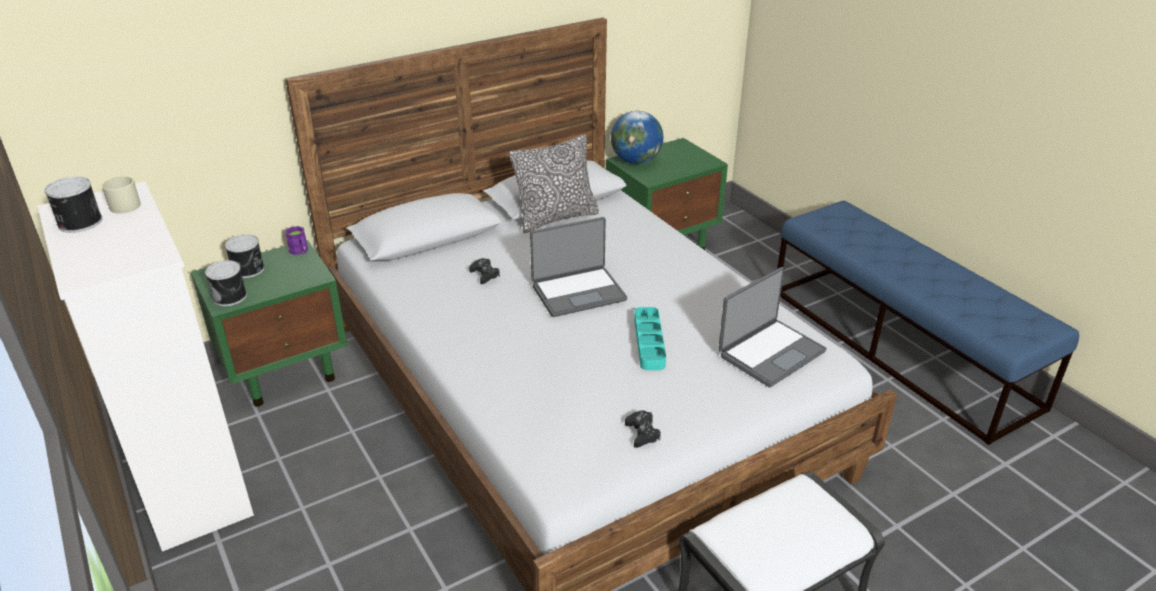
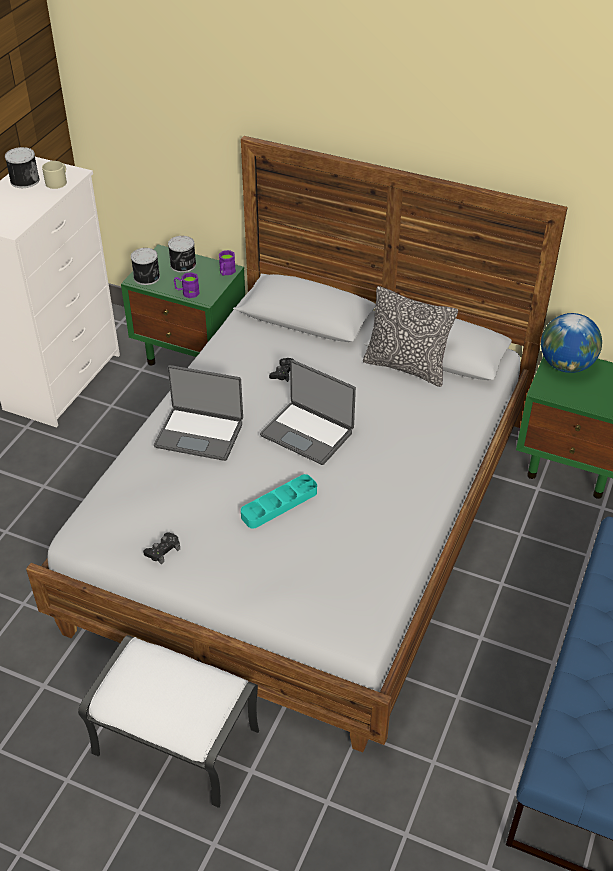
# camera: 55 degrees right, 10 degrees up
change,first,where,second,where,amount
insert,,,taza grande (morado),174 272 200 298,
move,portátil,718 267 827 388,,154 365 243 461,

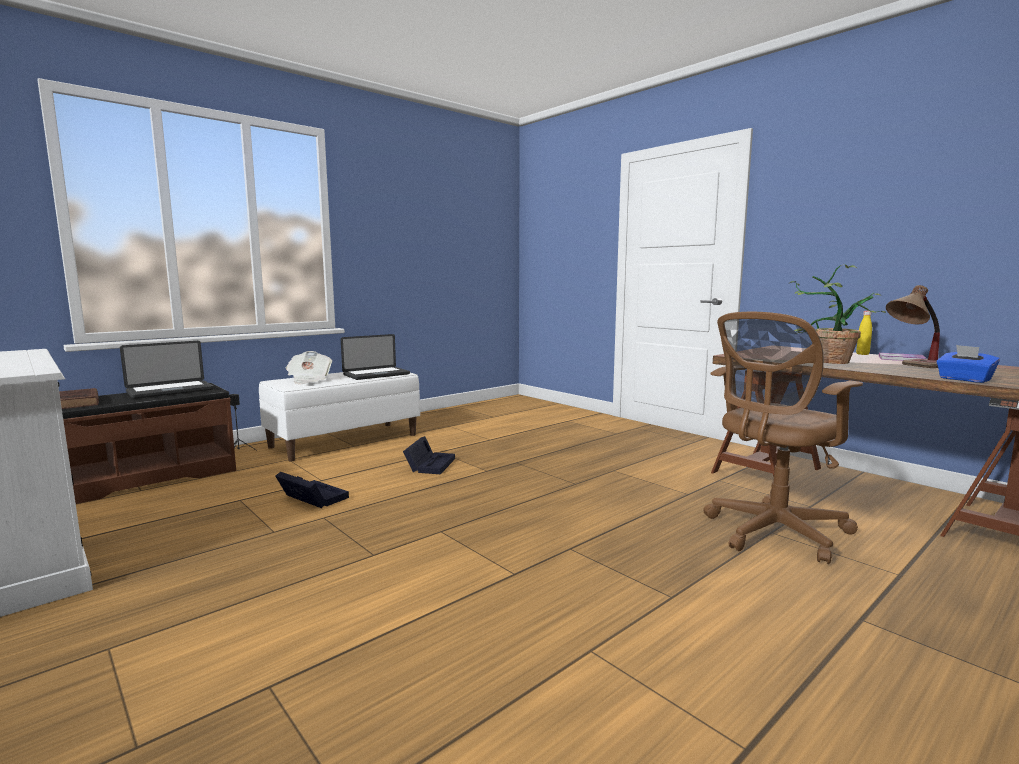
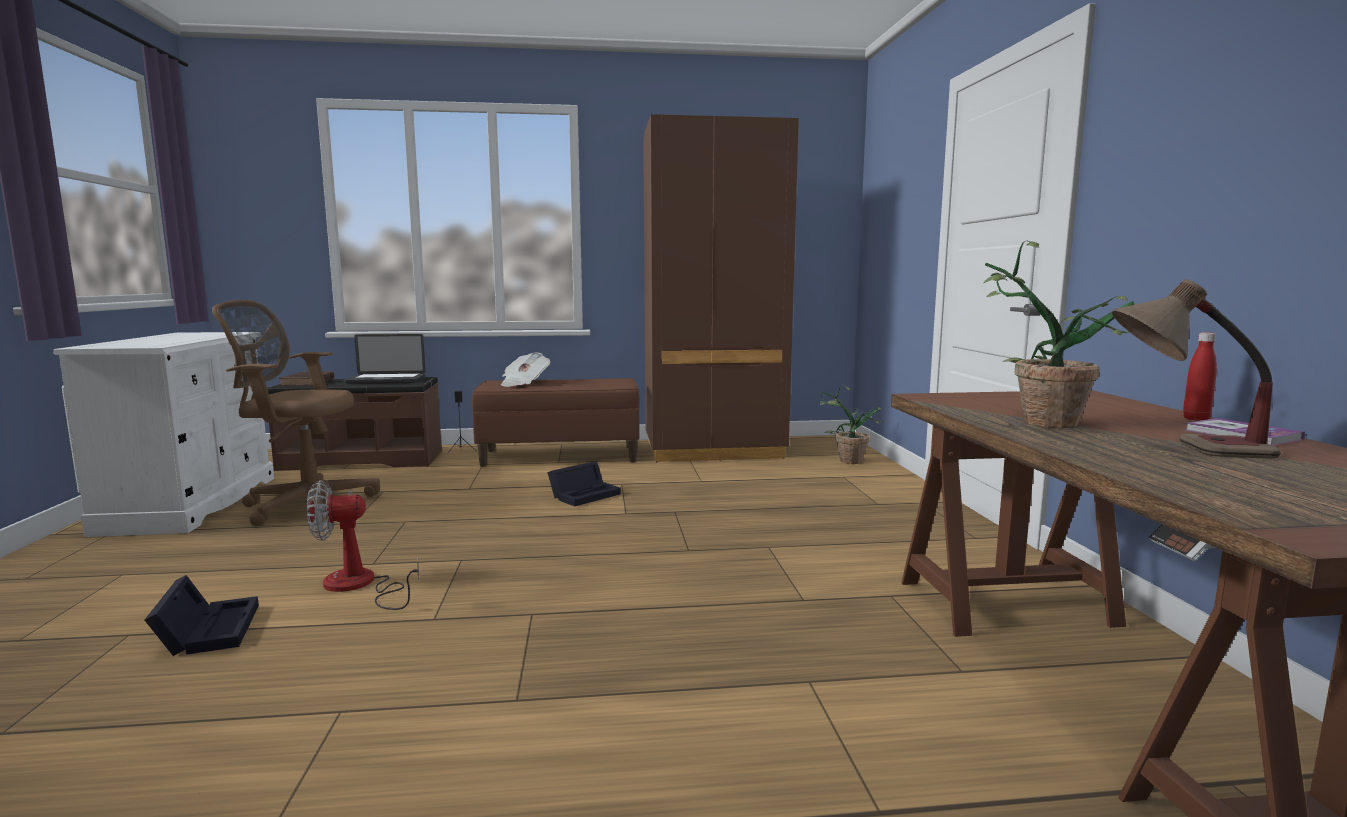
# camera: 35 degrees right, 0 degrees up
change,first,where,second,where,amount
delete,portátil,341 334 410 380,,,
delete,caja de pañuelos (azul),936 345 1000 383,,,
insert,,,ventilador,307 480 419 610,
insert,,,armario ropero (marrón),643 114 799 462,
insert,,,planta en maceta,818 385 889 464,
move,caja de almacenaje (negro),275 472 349 508,,145 575 259 656,
move,silla de oficina (marrón),704 312 863 564,,212 300 380 526,
recolor,banco (blanco),259 372 420 462,banco (marrón),472 378 640 467,
recolor,botella (amarillo),856 311 872 355,botella (rojo),1183 333 1217 421,

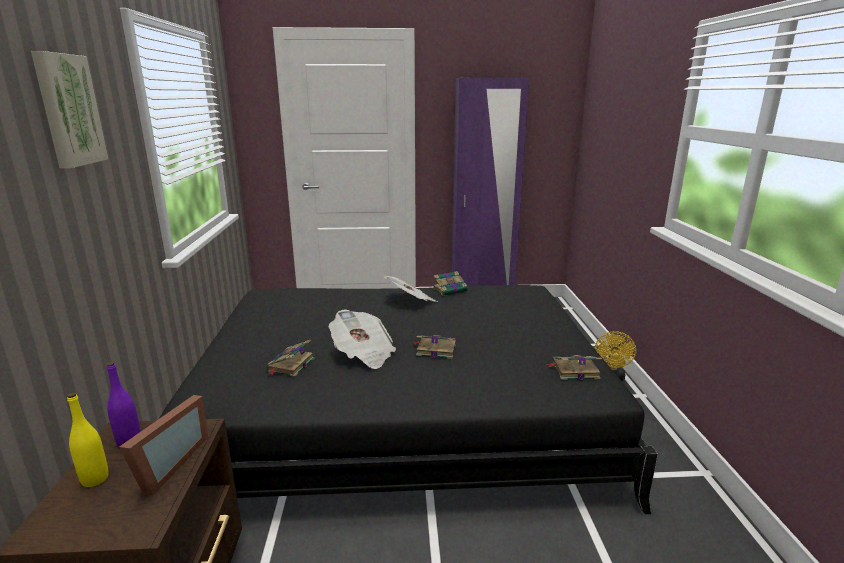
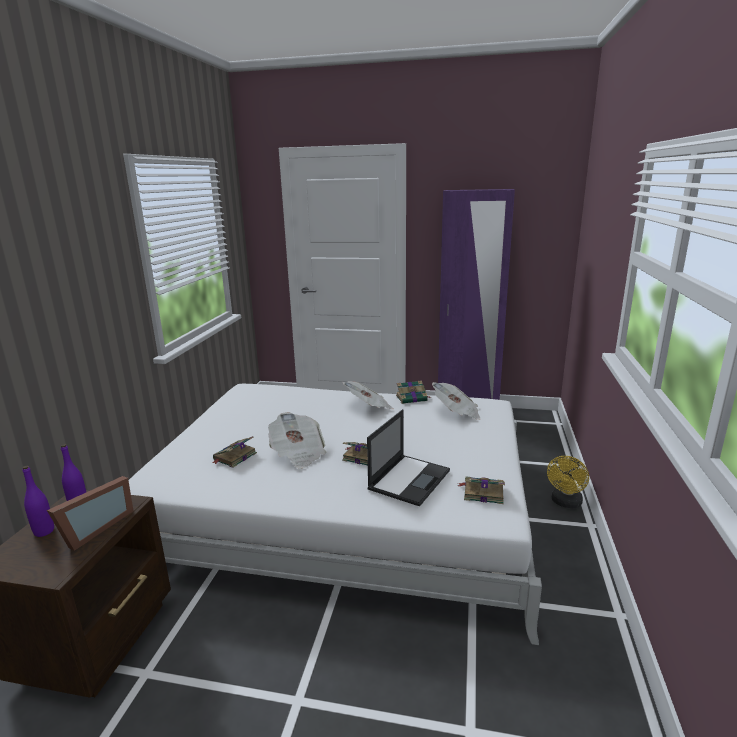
# camera: 15 degrees right, 0 degrees up
change,first,where,second,where,amount
delete,cuadro,31 51 108 169,,,
insert,,,portátil,367 409 450 506,
insert,,,periódico,432 382 481 420,
recolor,botella (amarillo),67 393 109 487,botella (morado),22 466 54 537,
recolor,cama (negro),159 285 658 514,cama (blanco),129 384 542 645,

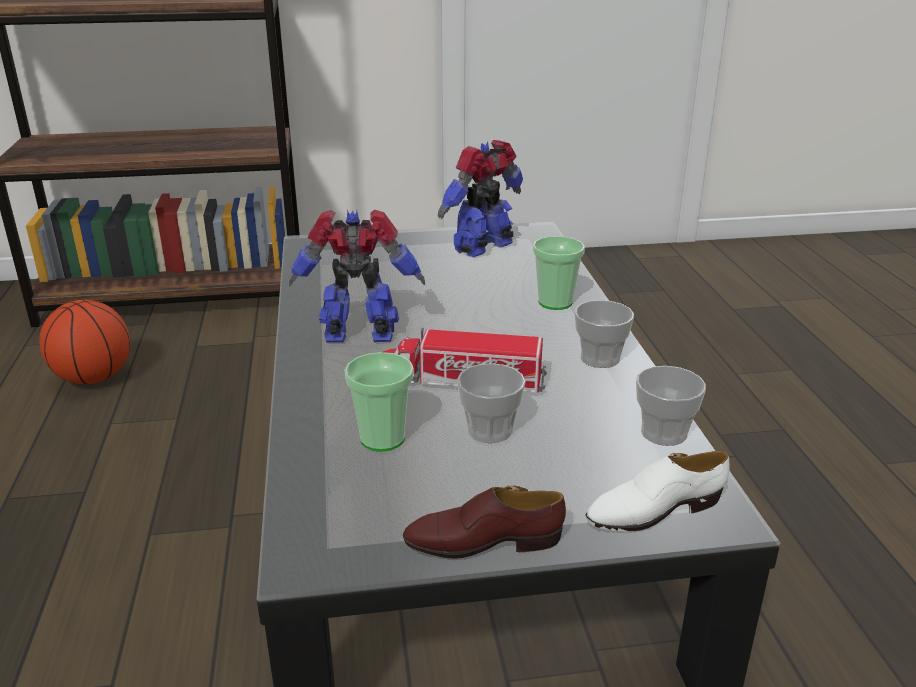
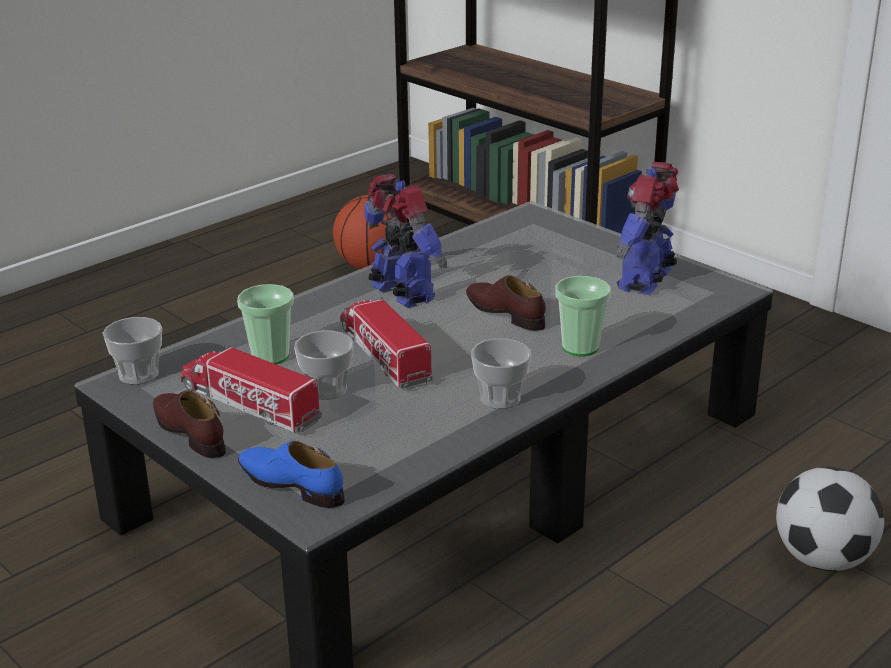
# camera: 55 degrees right, 0 degrees up
change,first,where,second,where,amount
insert,,,camión de juguete,181 345 322 433,
insert,,,zapato (marrón),466 275 546 331,
insert,,,balón de fútbol,776 467 884 571,
move,taza,636 366 706 446,,103 317 162 384,
recolor,zapato (blanco),585 451 729 531,zapato (azul),238 440 345 508,
rotate,robot de juguete,438 140 523 257,,616 162 679 295,75 degrees counterclockwise

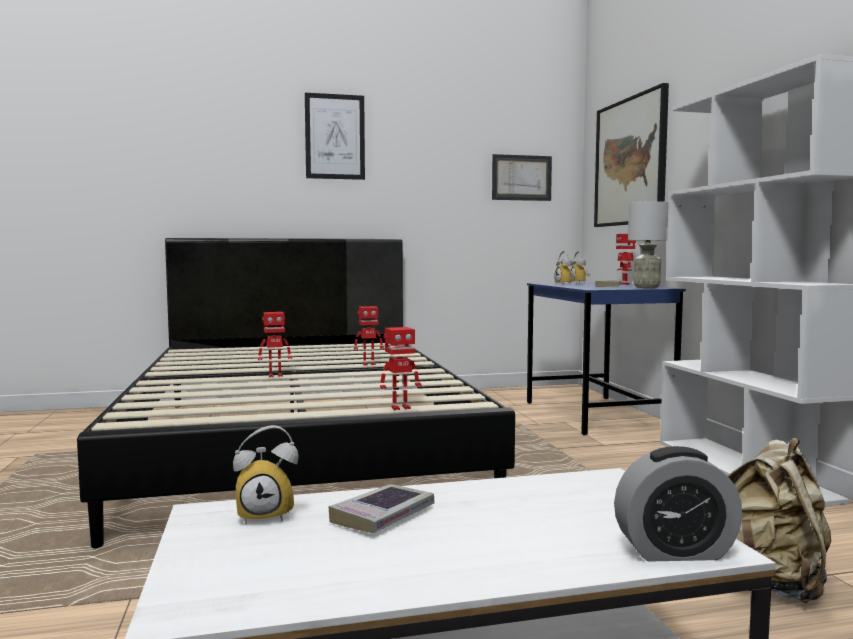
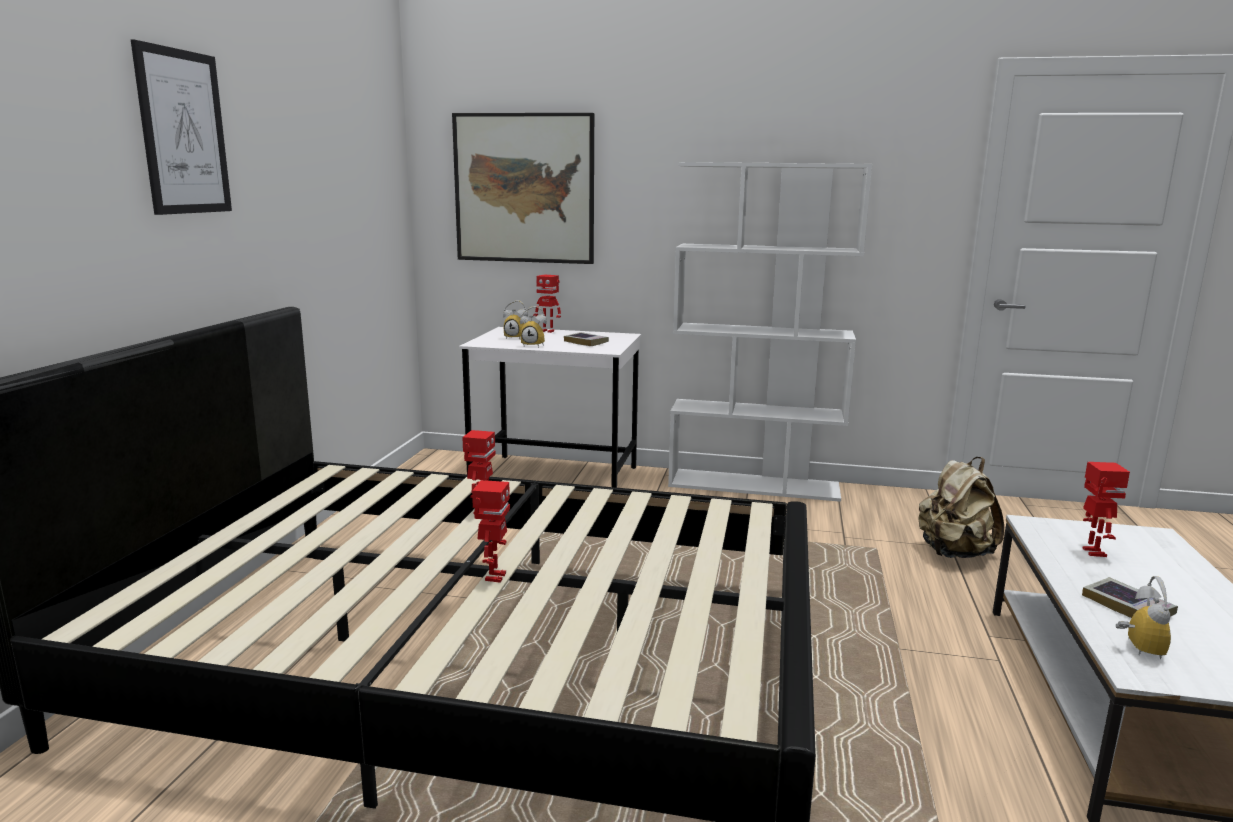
# camera: 65 degrees left, 10 degrees up
change,first,where,second,where,amount
delete,cuadro,492 154 552 201,,,
delete,despertador,614 446 742 561,,,
delete,lámpara de mesa (gris),628 201 669 288,,,
move,robot de juguete,380 327 422 410,,1082 462 1130 557,
recolor,escritorio (azul),527 282 686 436,escritorio (blanco),459 327 641 488,

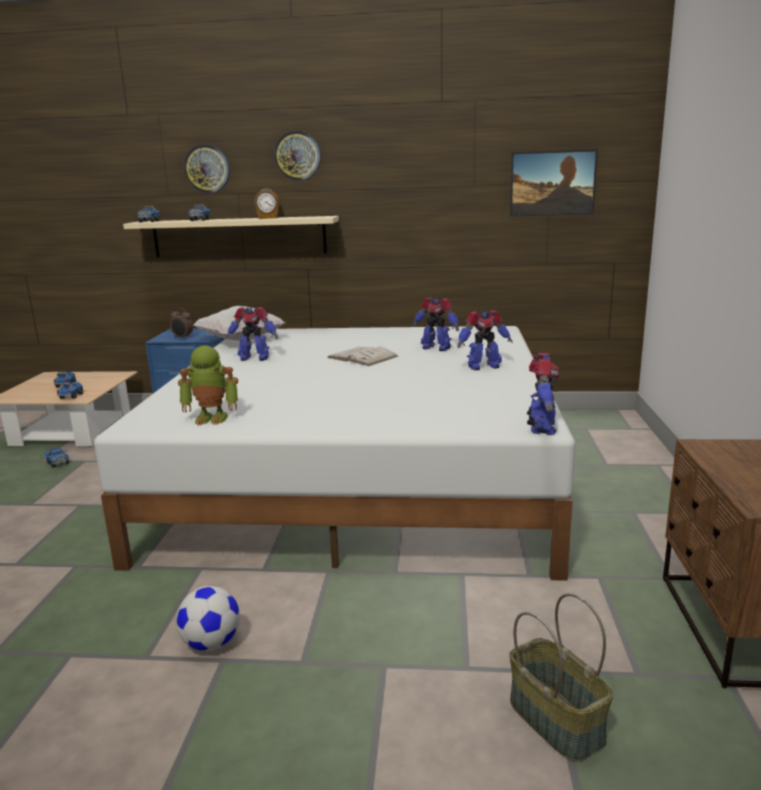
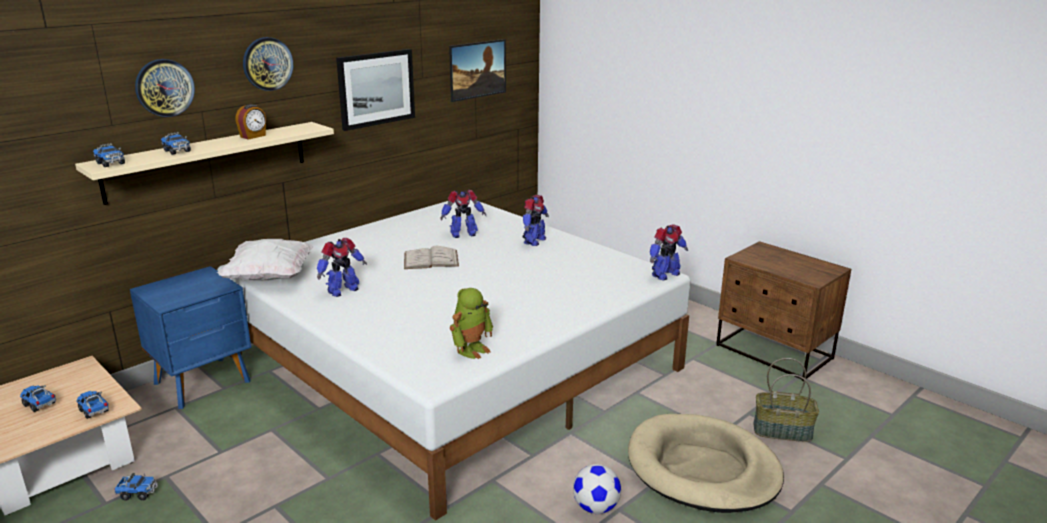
# camera: 50 degrees left, 5 degrees up
change,first,where,second,where,amount
delete,despertador,170 308 193 339,,,
insert,,,cuadro,336 49 415 131,
insert,,,cama para perro (beis),628 414 784 513,
rotate,robot de juguete,527 353 560 435,,650 224 688 280,90 degrees clockwise

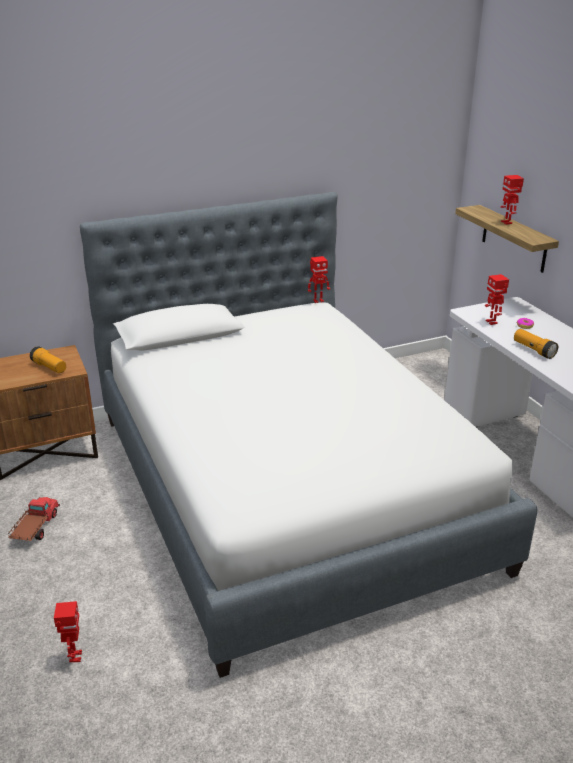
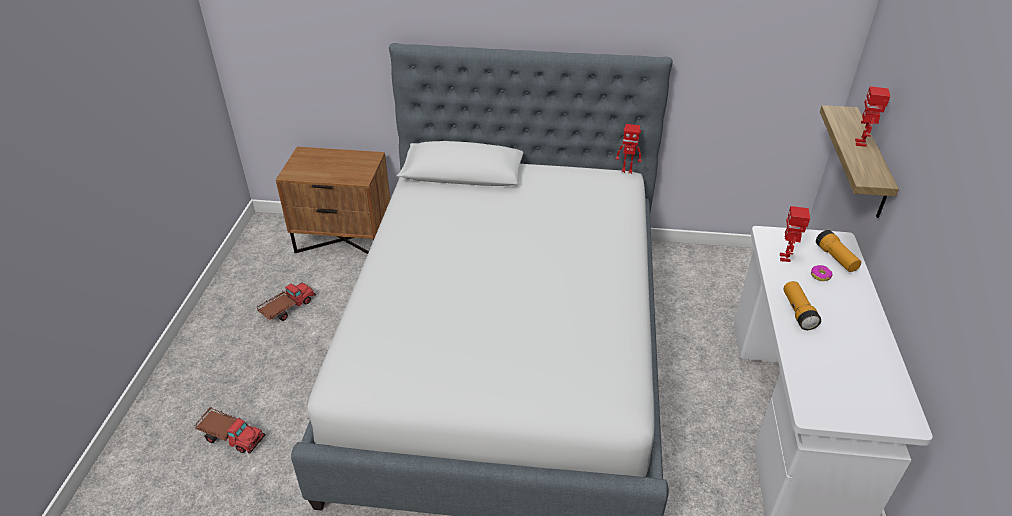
# camera: 30 degrees right, 10 degrees up
change,first,where,second,where,amount
move,linterna,30 346 66 373,,816 230 861 272,
replace,robot de juguete,54 601 82 662,camión de juguete,195 407 265 453,

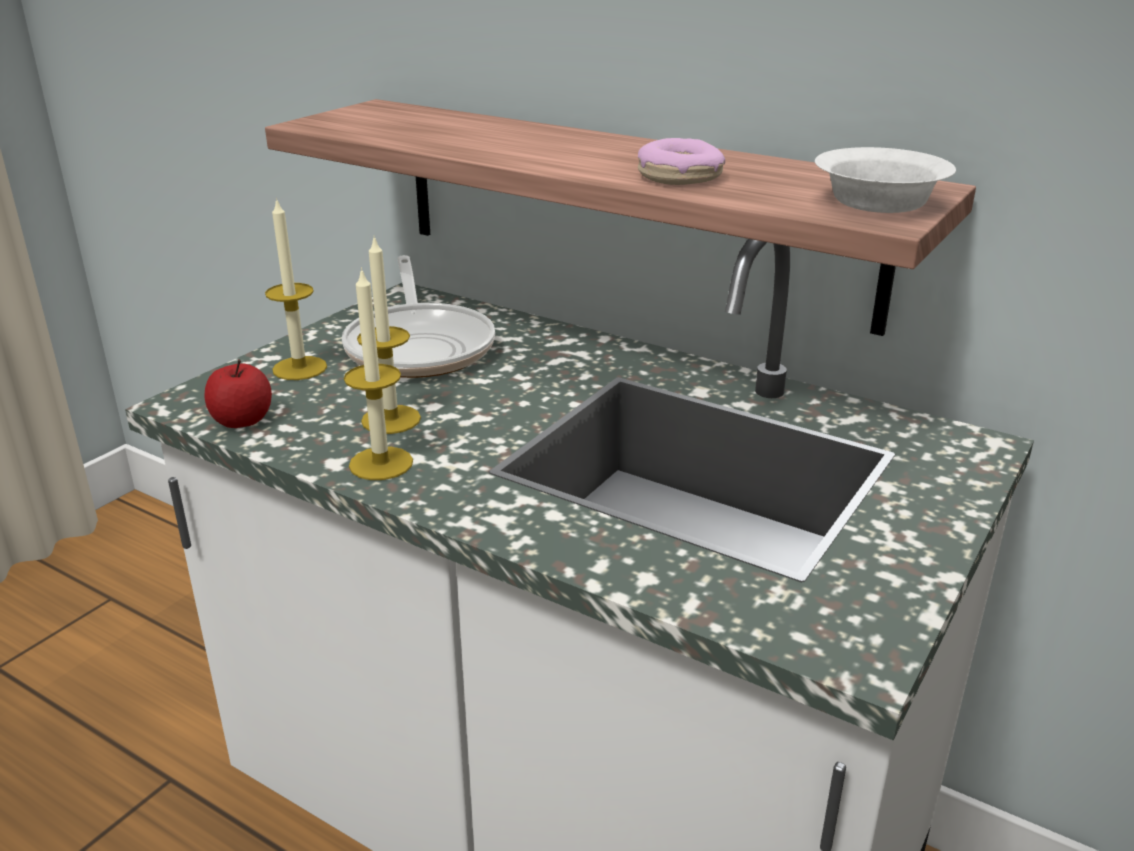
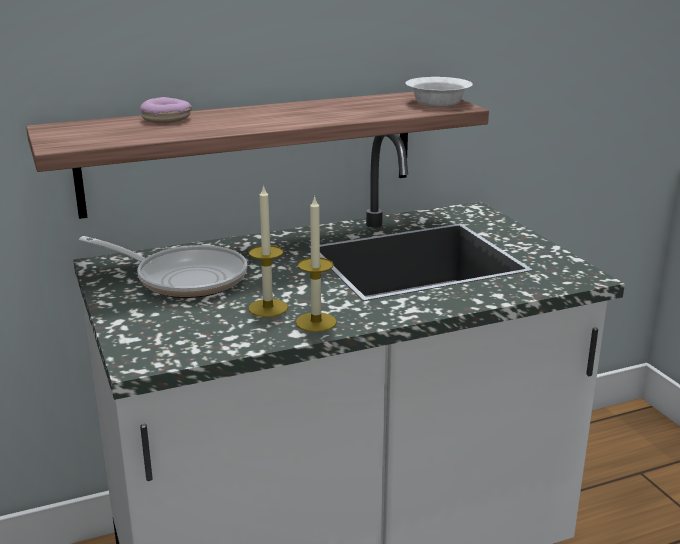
# camera: 55 degrees left, 5 degrees down
change,first,where,second,where,amount
delete,manzana,204 360 272 428,,,
delete,vela,265 197 327 380,,,
move,rosquilla,638 138 725 185,,140 97 192 123,

